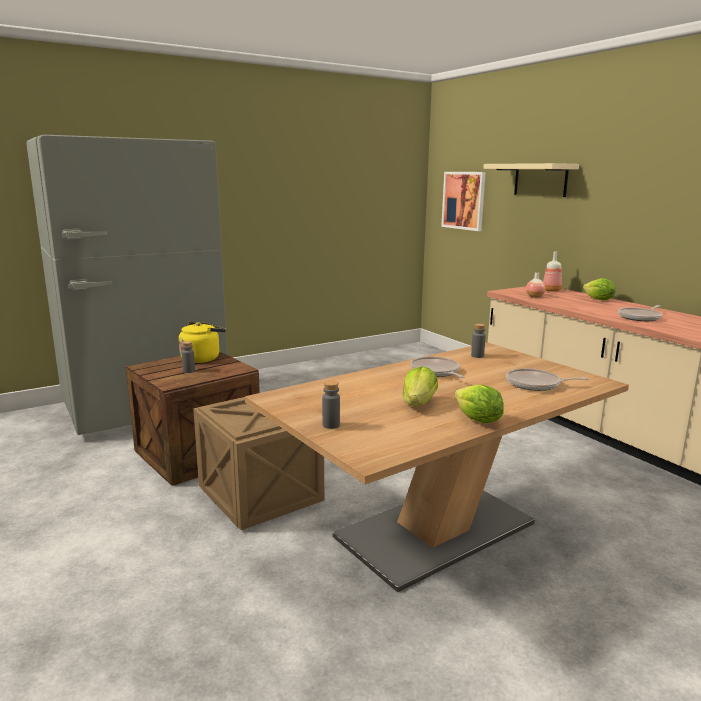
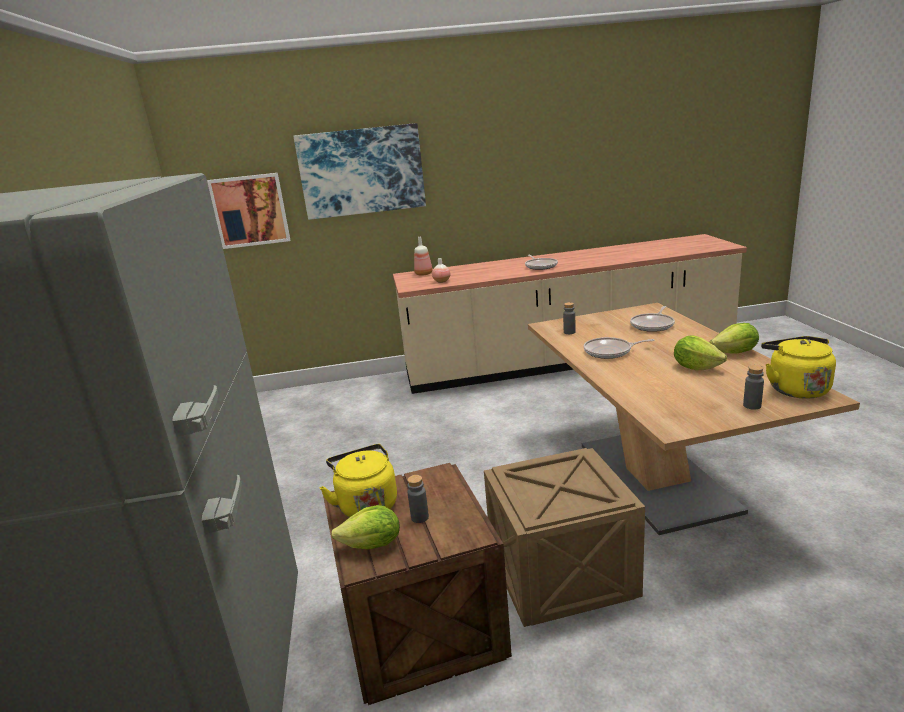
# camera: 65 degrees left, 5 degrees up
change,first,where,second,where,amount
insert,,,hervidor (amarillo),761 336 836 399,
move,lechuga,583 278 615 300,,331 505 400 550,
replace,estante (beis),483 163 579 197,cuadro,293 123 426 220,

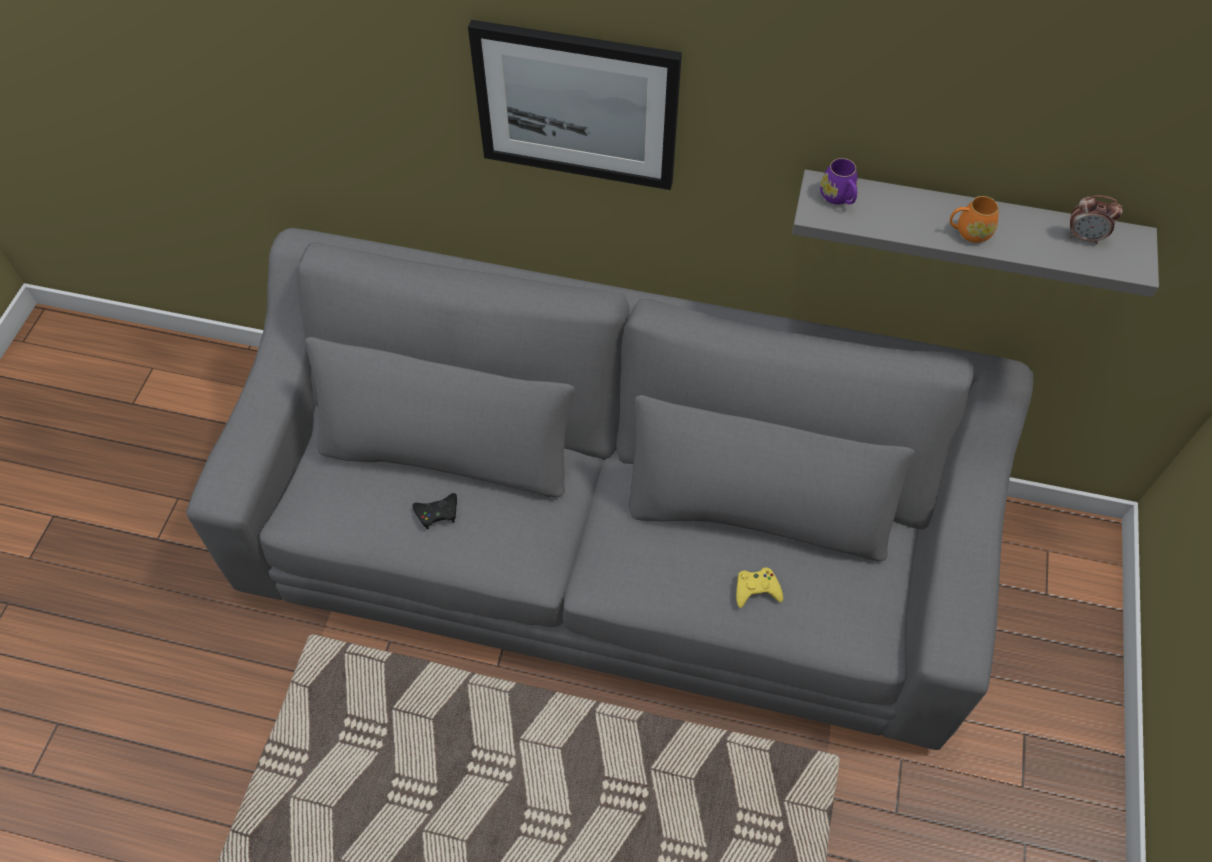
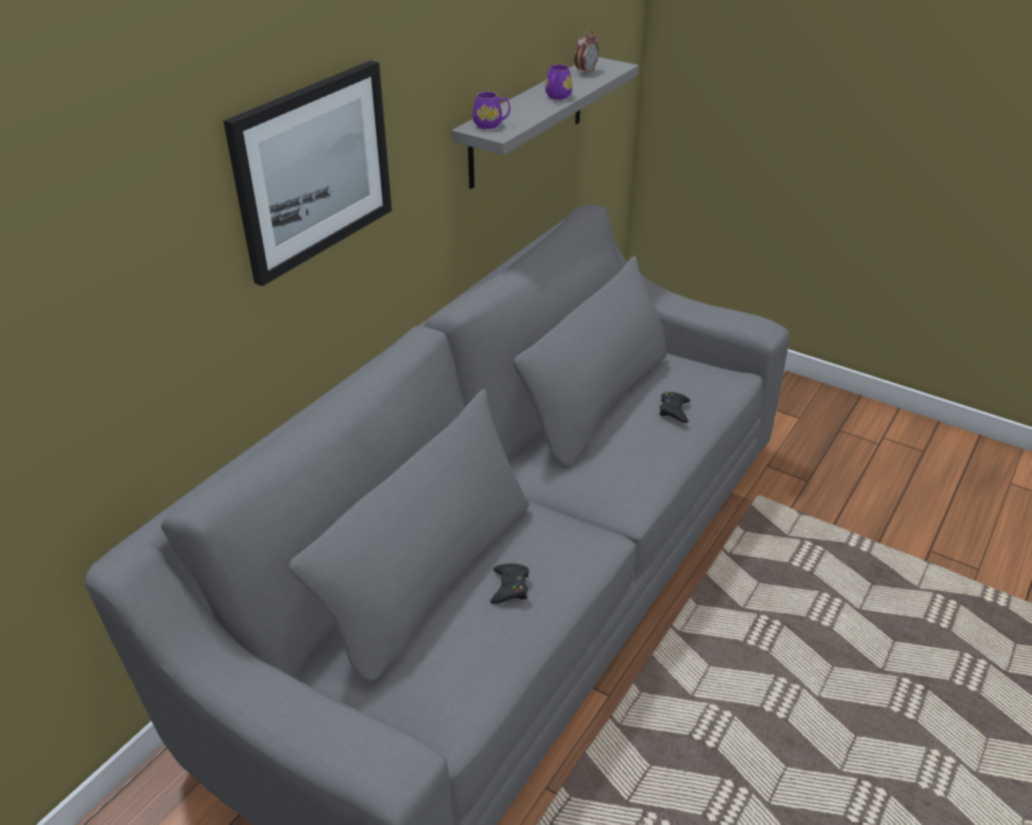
# camera: 70 degrees left, 20 degrees down
change,first,where,second,where,amount
recolor,mando de consola (amarillo),736 568 783 608,mando de consola (negro),659 392 690 423,
recolor,taza grande (naranja),950 196 998 243,taza grande (morado),545 64 572 99,

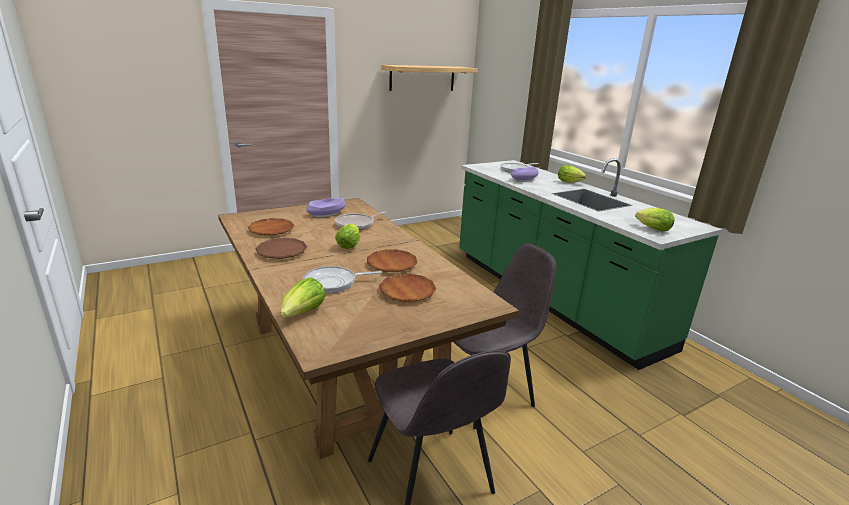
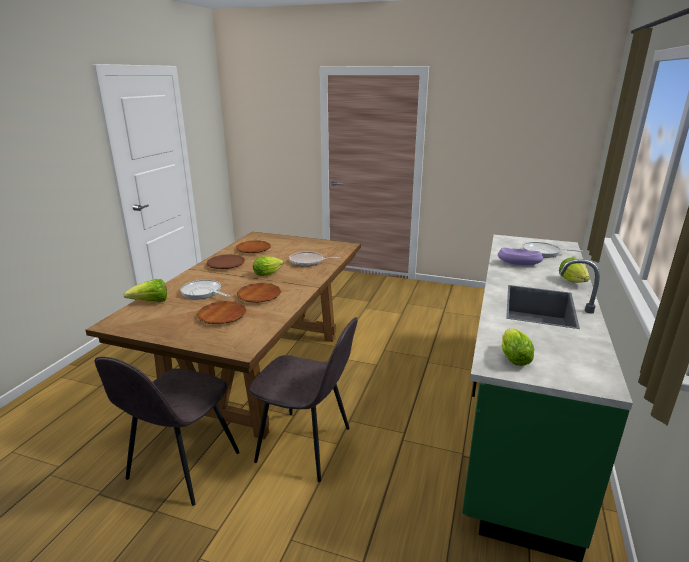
# camera: 50 degrees right, 0 degrees up
change,first,where,second,where,amount
delete,cuenco (morado),306 198 346 217,,,
delete,estante,381 65 478 91,,,

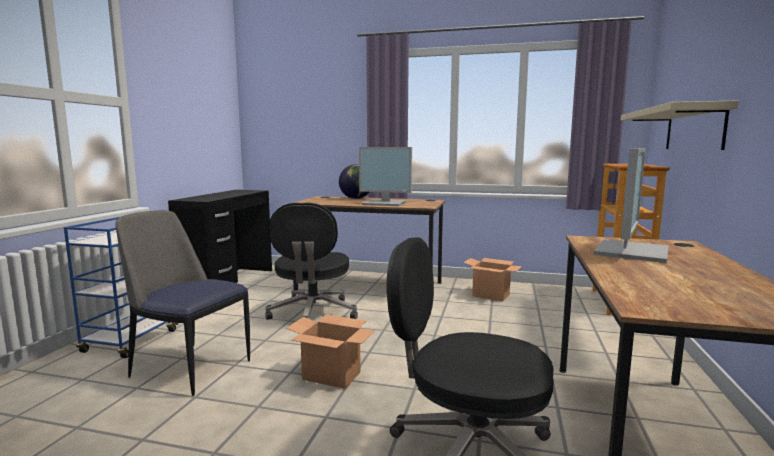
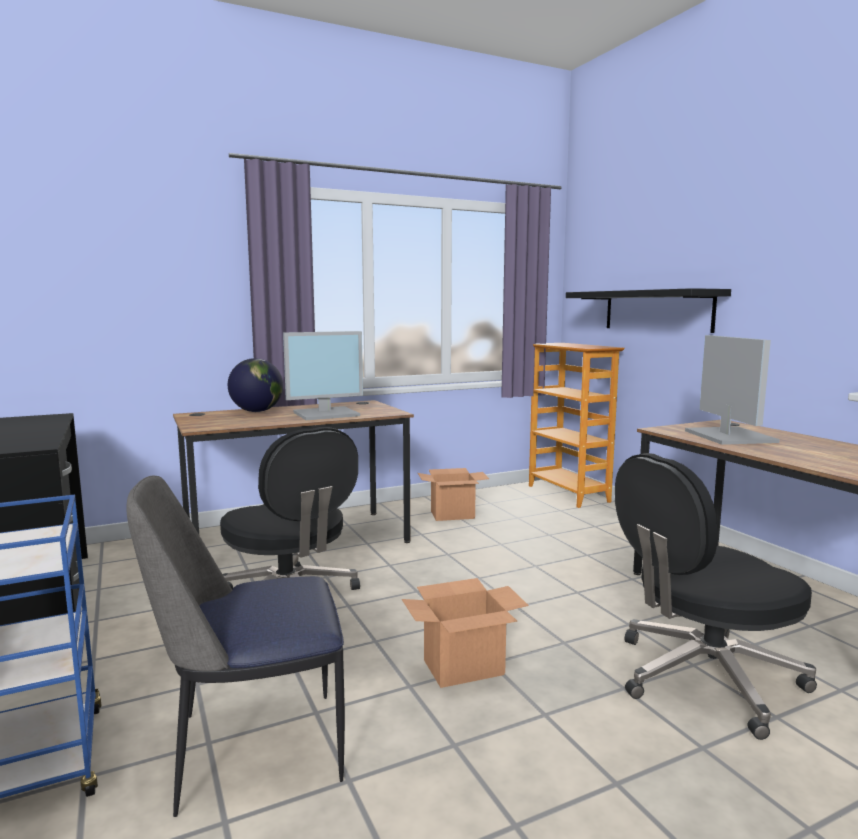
# camera: 40 degrees left, 0 degrees up
change,first,where,second,where,amount
recolor,estante (beis),621 100 739 150,estante (negro),566 288 731 333,

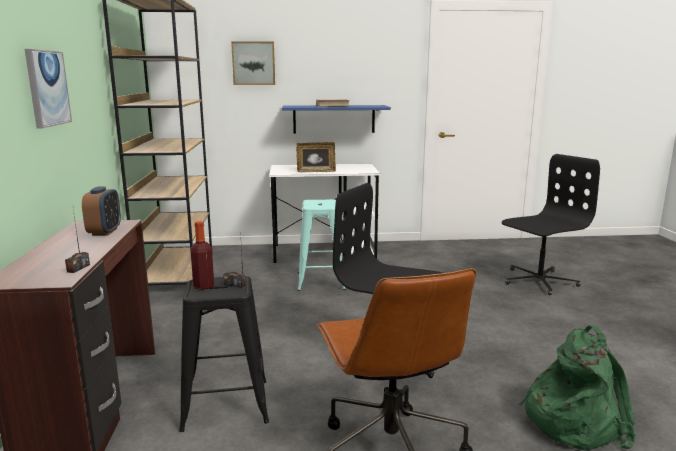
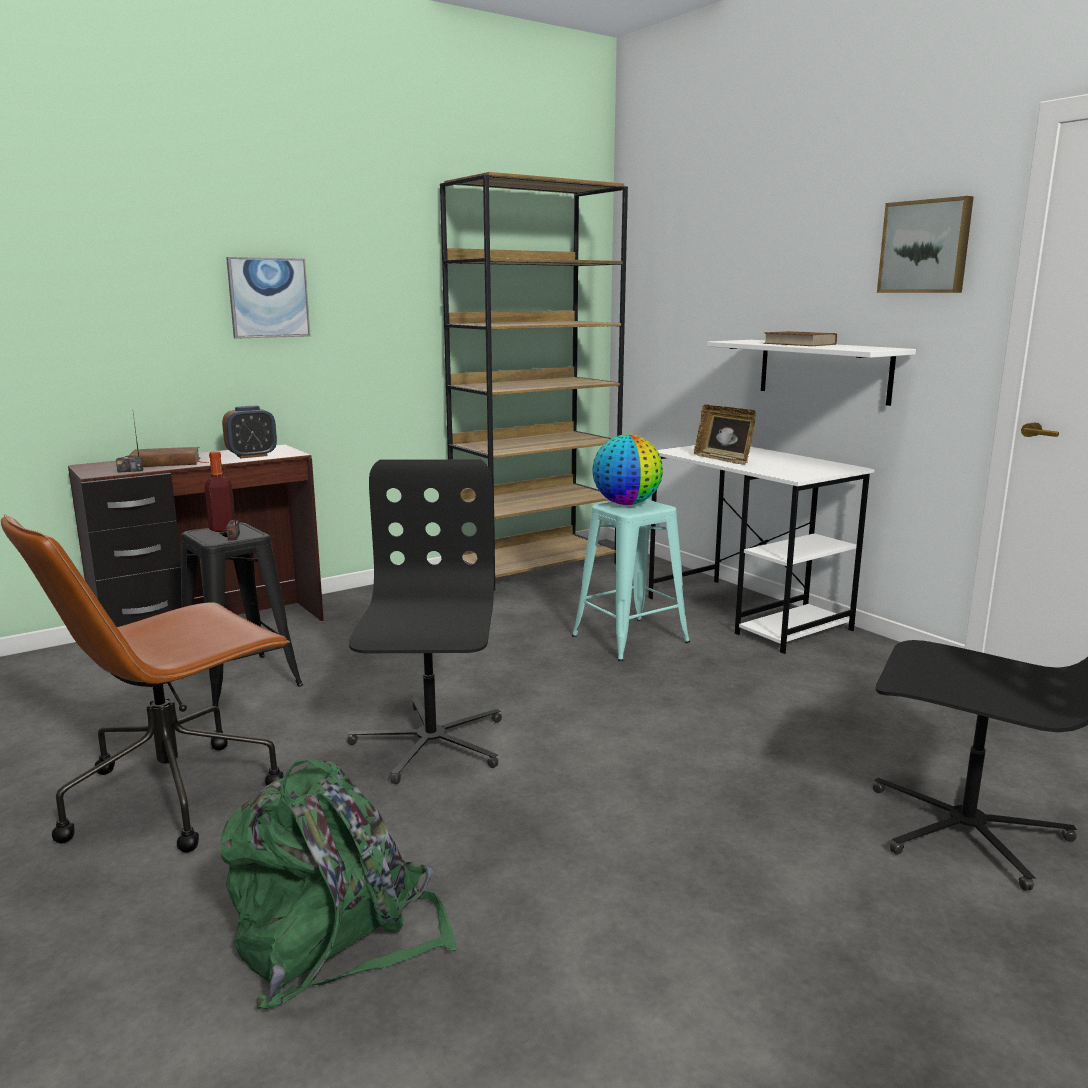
# camera: 60 degrees right, 0 degrees up
change,first,where,second,where,amount
insert,,,libro (marrón),128 447 209 467,
insert,,,globo terráqueo,592 434 663 505,
move,cuadro,231 41 275 85,,877 196 974 293,
recolor,estante (azul),282 105 391 133,estante (blanco),707 340 916 406,

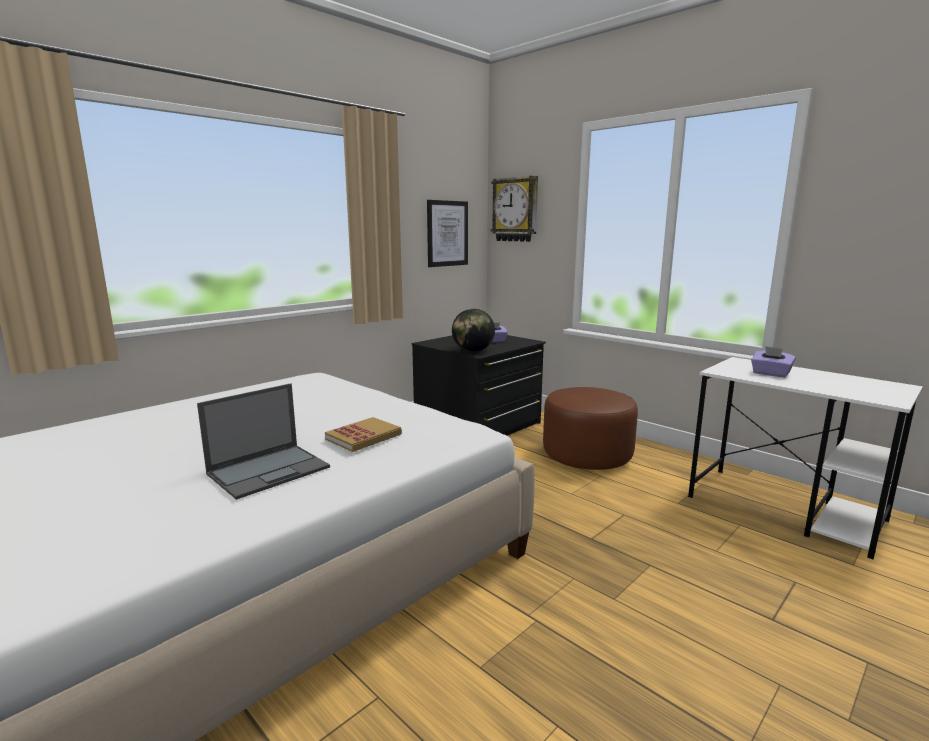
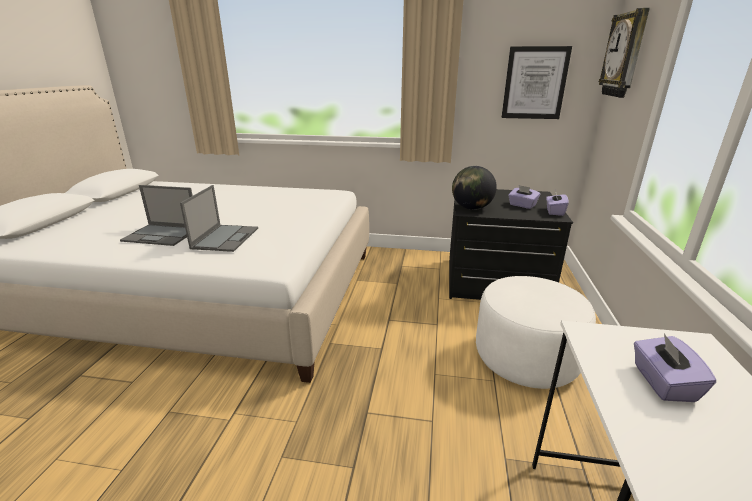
# camera: 55 degrees right, 10 degrees up
change,first,where,second,where,amount
insert,,,caja de pañuelos (morado),546 194 569 216,
replace,libro,325 417 402 452,portátil,180 185 258 252,
recolor,puf (marrón),543 387 638 470,puf (blanco),476 276 596 389,

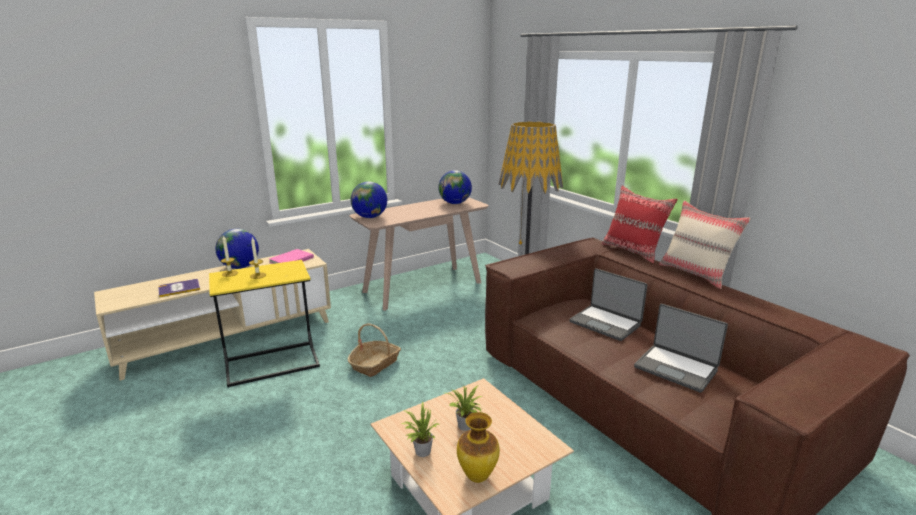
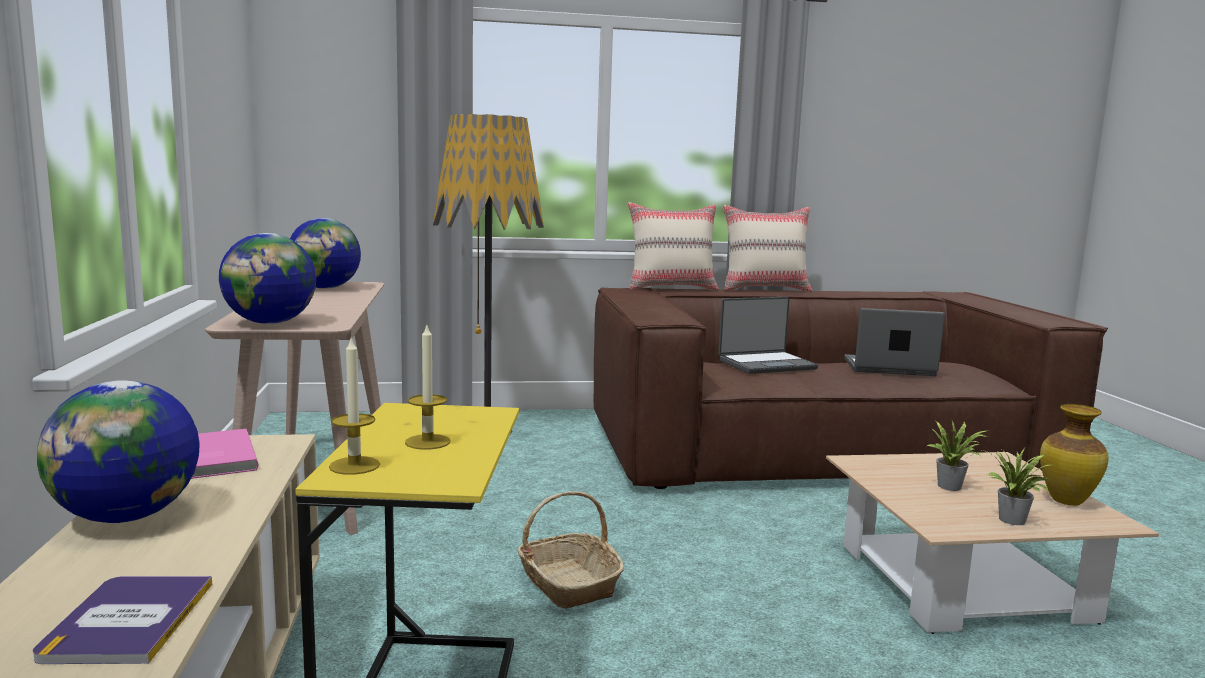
# camera: 65 degrees left, 10 degrees down
change,first,where,second,where,amount
recolor,cojín (rojo),602 186 678 263,cojín (beis),628 202 719 291,
rotate,portátil,634 304 728 393,,844 308 945 376,150 degrees counterclockwise

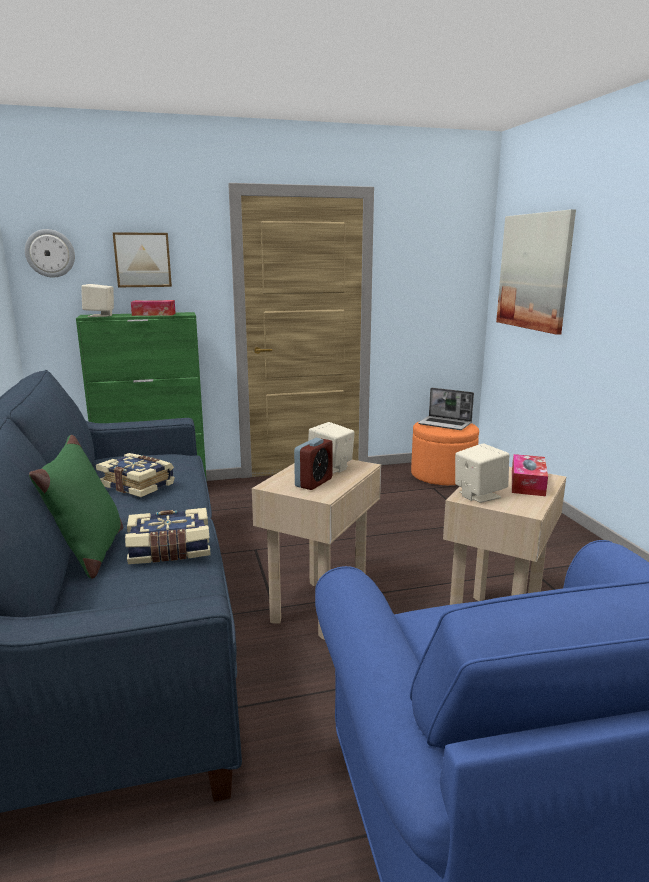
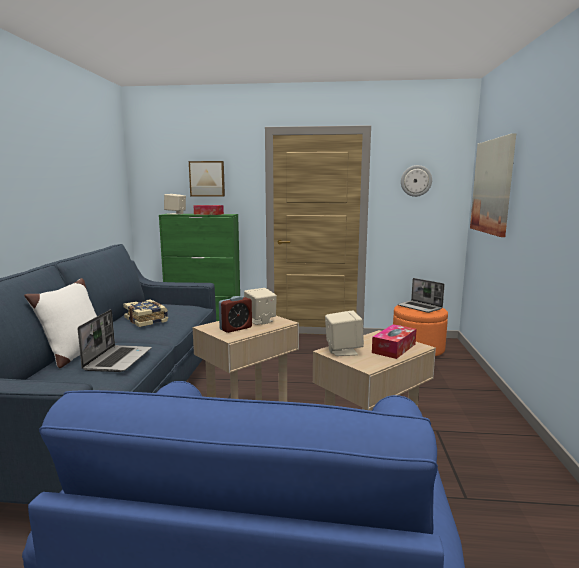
# camera: 20 degrees right, 5 degrees down
change,first,where,second,where,amount
move,reloj de pared,25 229 75 278,,401 165 432 197,
replace,libro,125 508 210 564,portátil,78 309 152 372,
recolor,cojín (verde),29 435 123 579,cojín (blanco),24 278 97 368,

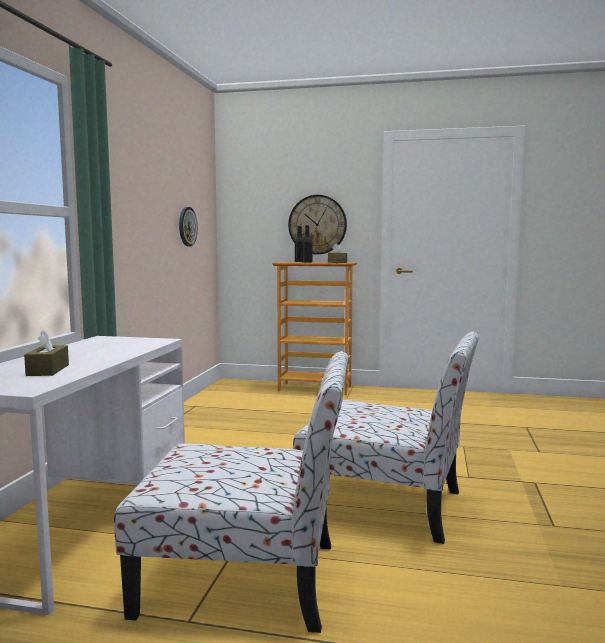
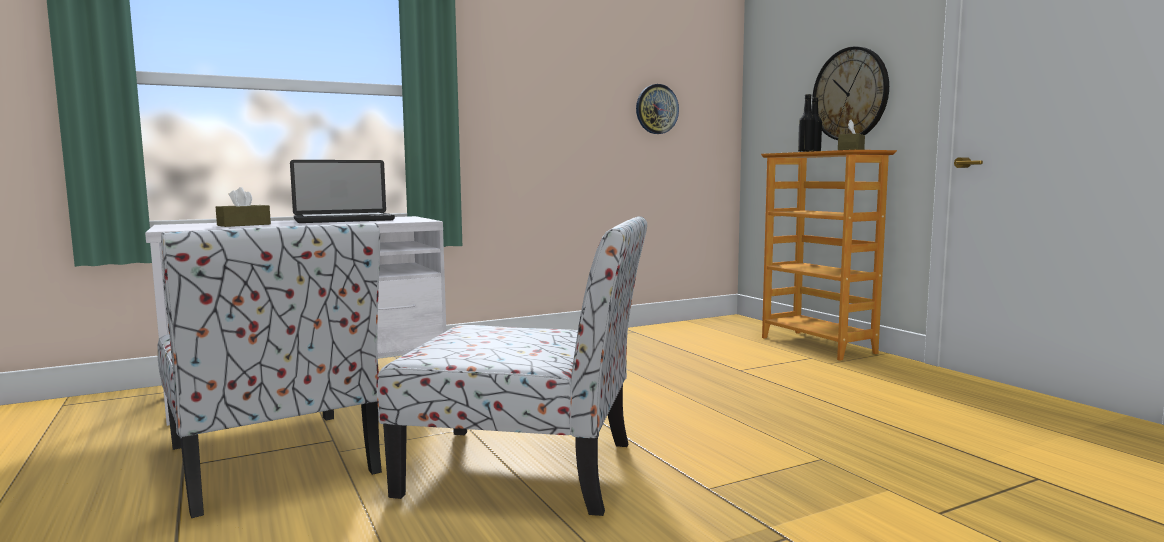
# camera: 50 degrees right, 0 degrees up
change,first,where,second,where,amount
insert,,,portátil,290 160 395 223,
rotate,silla,293 331 479 544,,376 216 647 516,60 degrees counterclockwise

